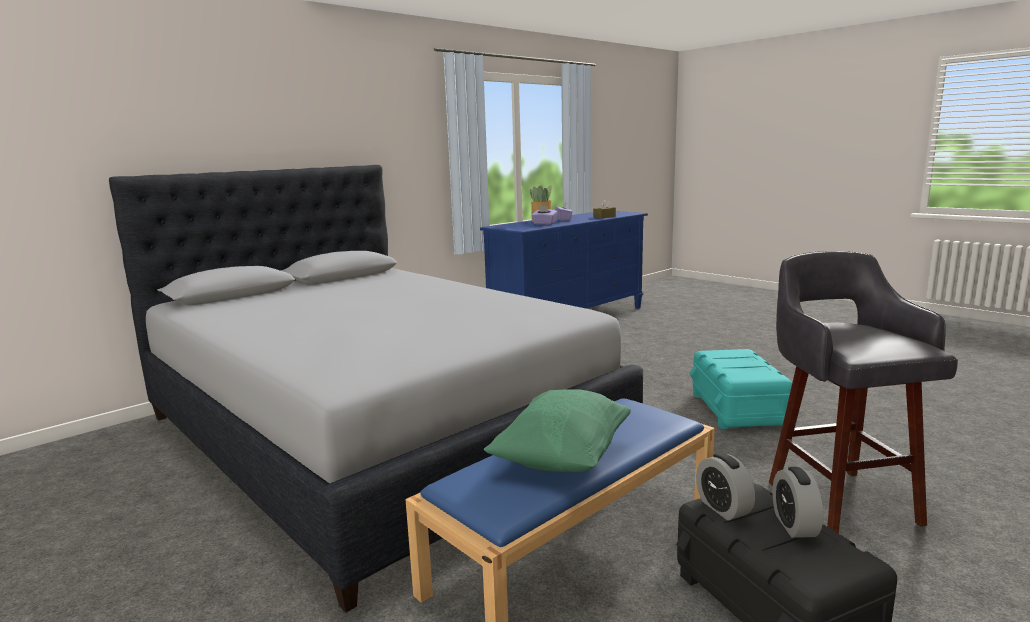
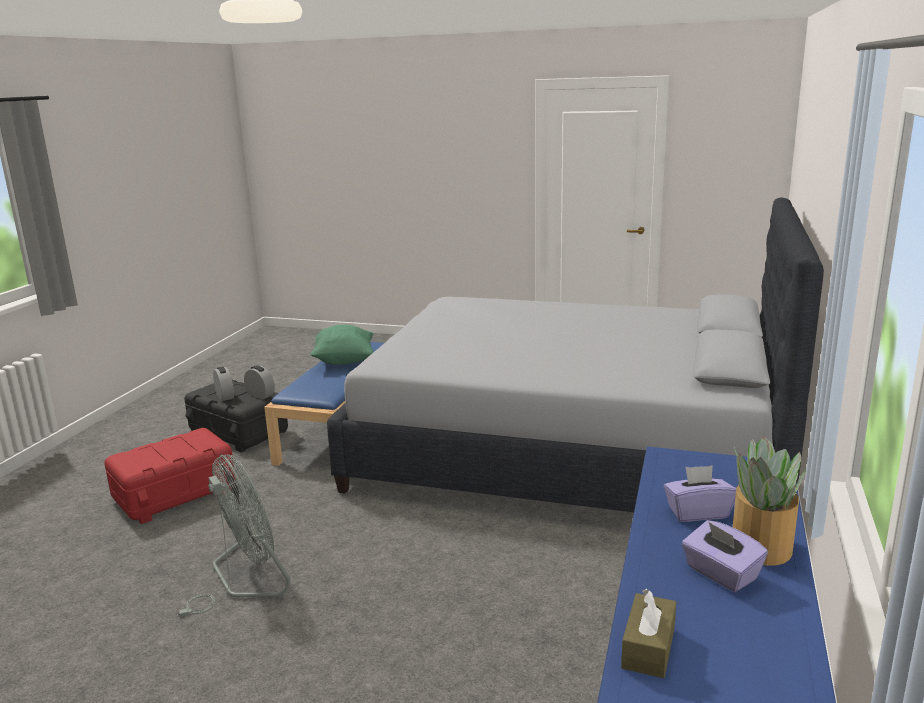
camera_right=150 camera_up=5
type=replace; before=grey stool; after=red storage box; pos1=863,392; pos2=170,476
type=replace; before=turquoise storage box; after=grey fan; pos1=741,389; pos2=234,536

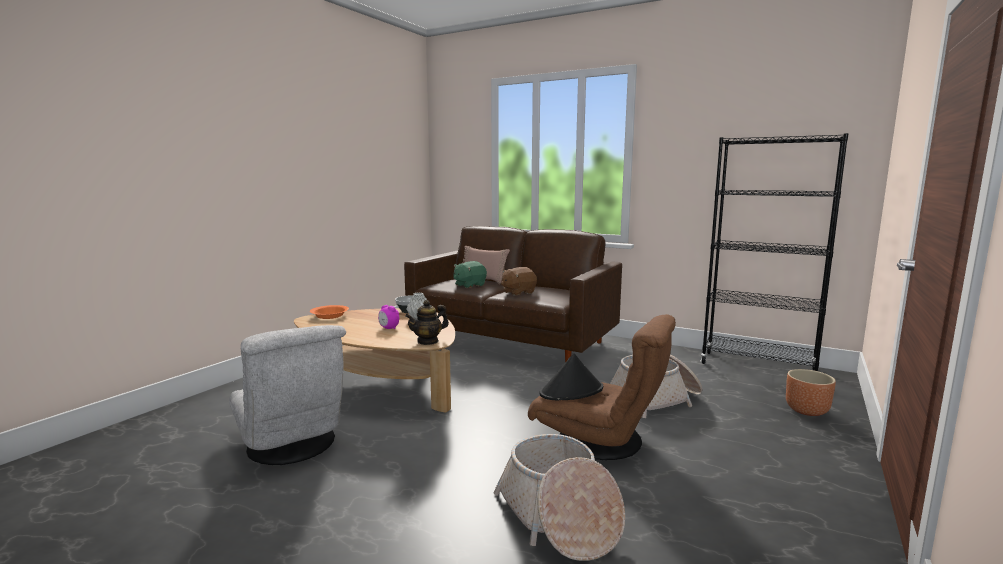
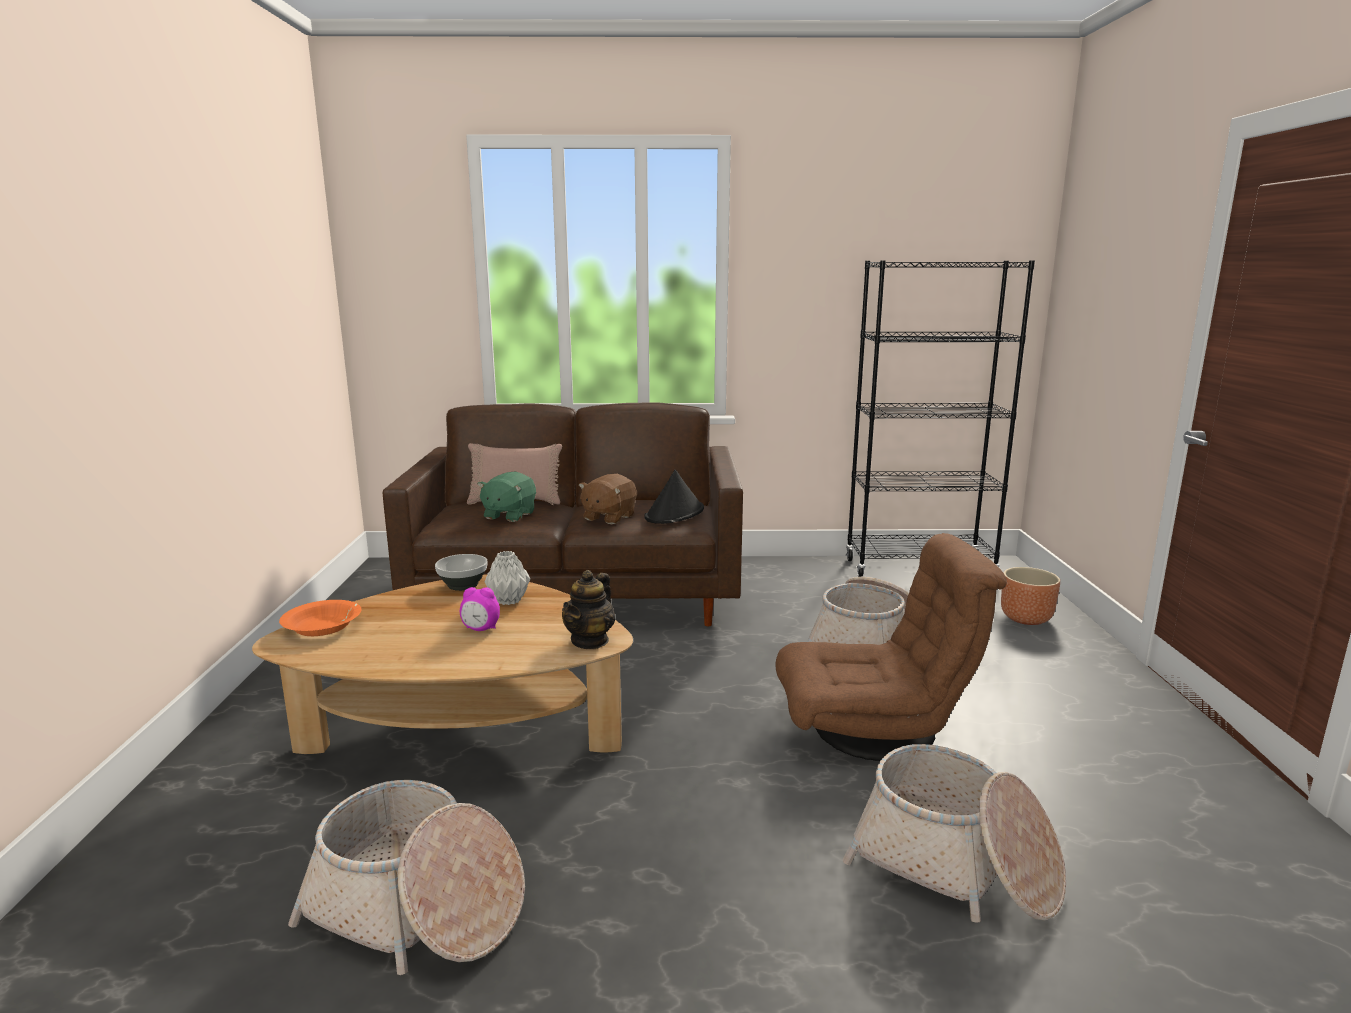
camera_right=-30 camera_up=5
type=replace; before=grey armchair; after=basket; pos1=287,395; pos2=406,877
type=move; before=black hat; pos1=571,376; pos2=674,497

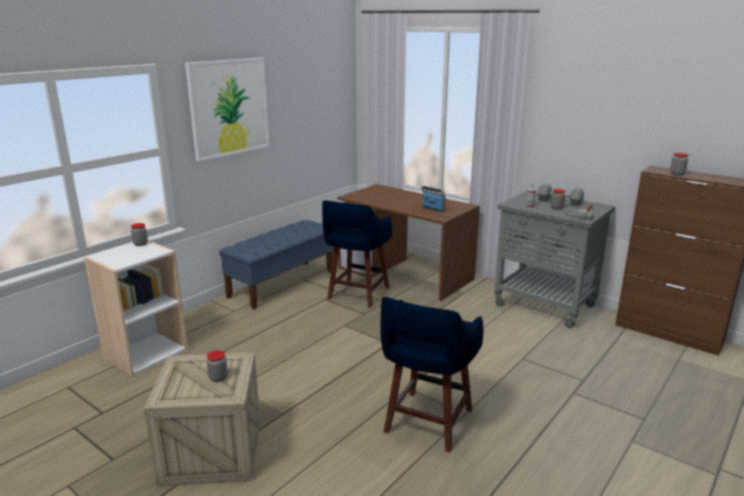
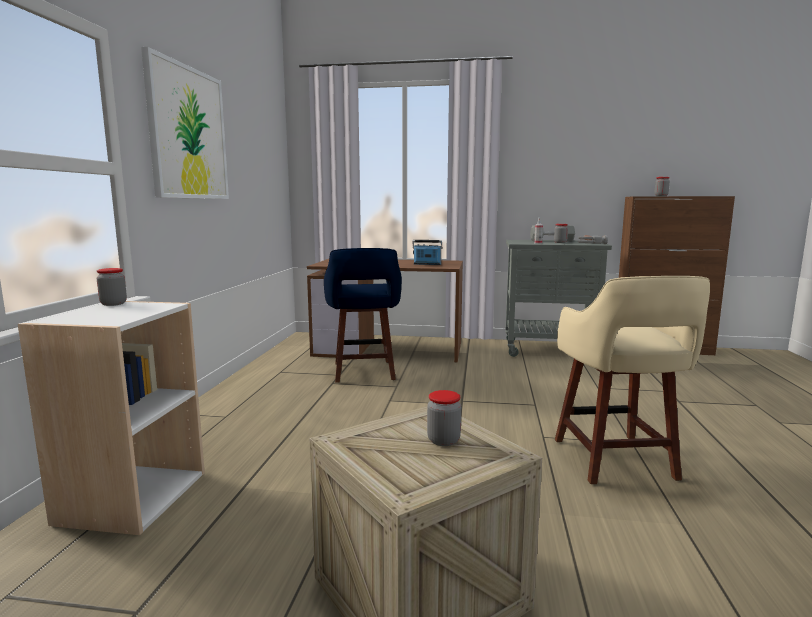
camera_right=-30 camera_up=-10
type=delete; before=blue bench; pos1=276,265
type=recolor; before=blue stool; after=beige stool; pos1=431,374; pos2=632,380

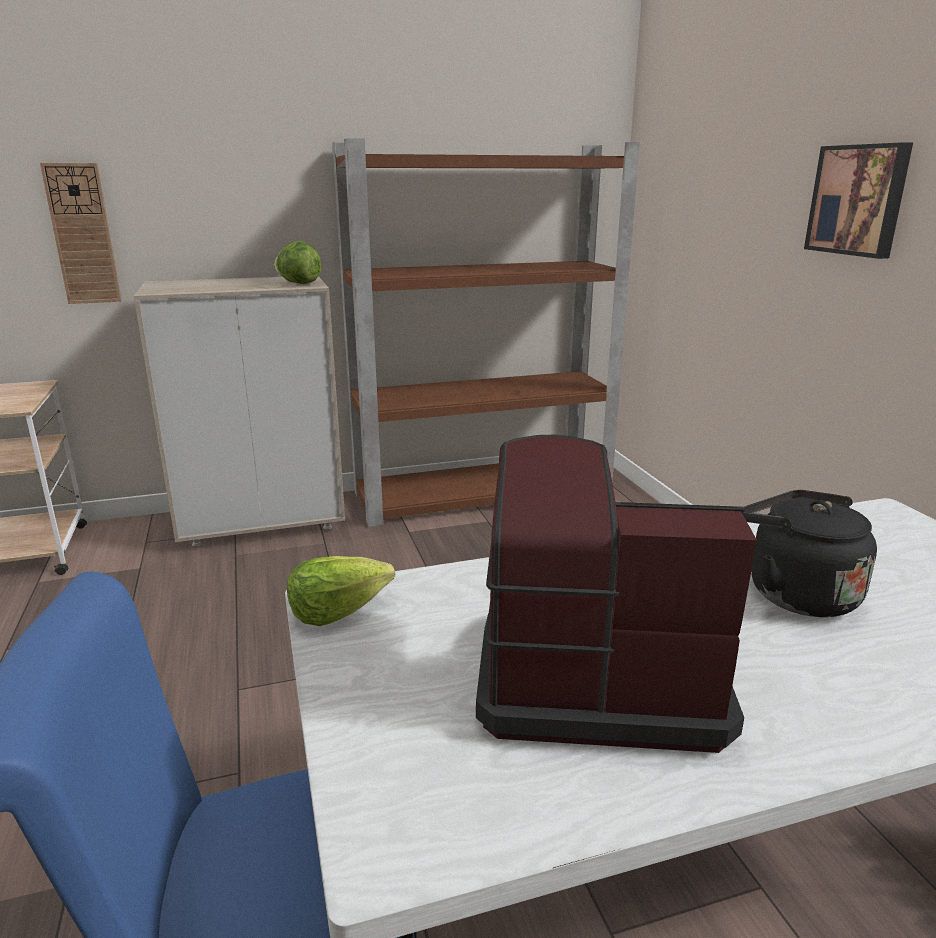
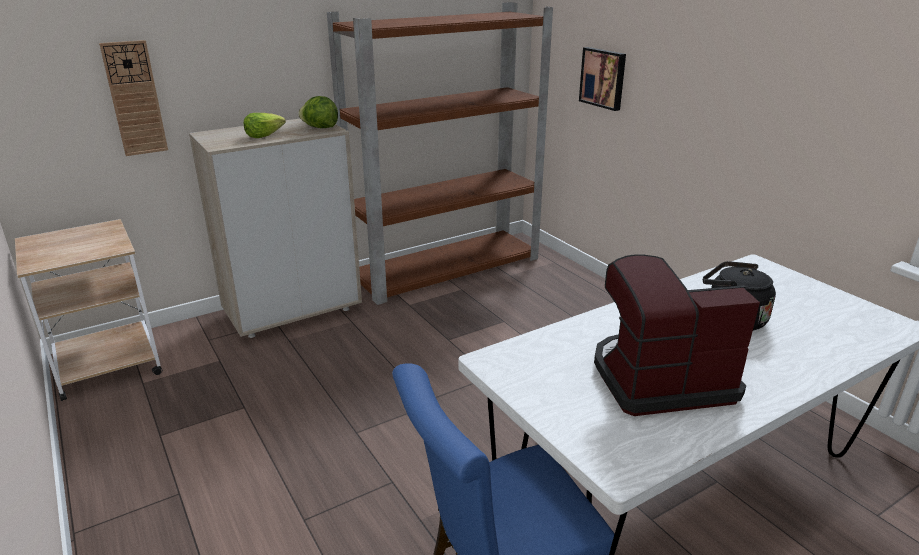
camera_right=-15 camera_up=5
type=move; before=picture; pos1=858,200; pos2=602,79
type=move; before=lettuce; pos1=341,591; pos2=265,125

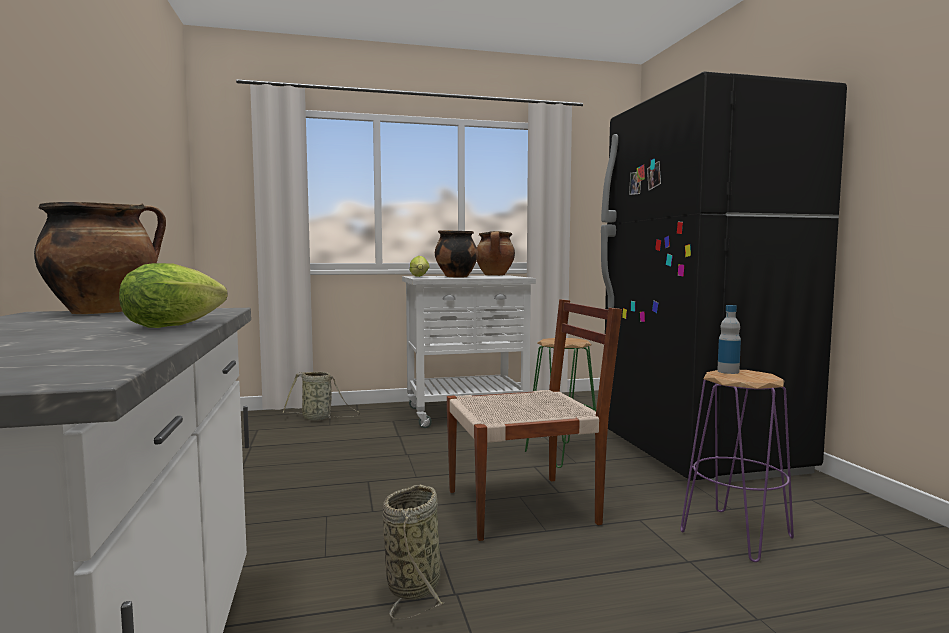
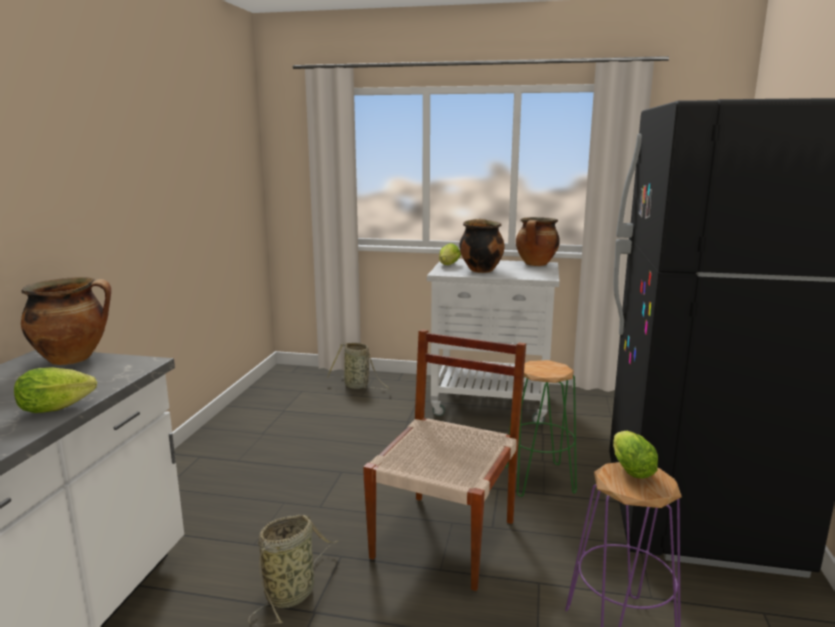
camera_right=25 camera_up=10
type=rotate; before=chair; pos1=534,420; pos2=444,460; turn=-75
type=replace; before=bottle; after=lettuce; pos1=729,339; pos2=635,455

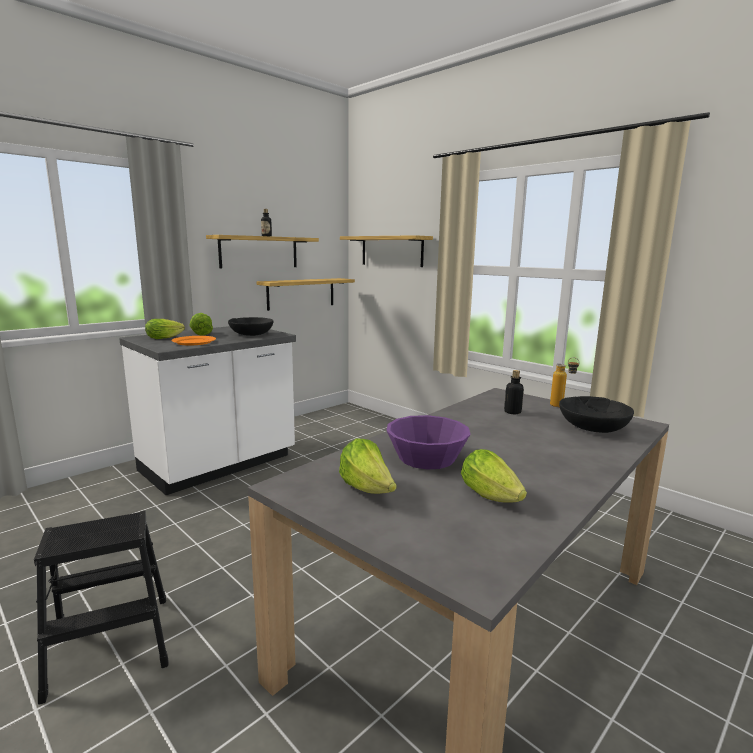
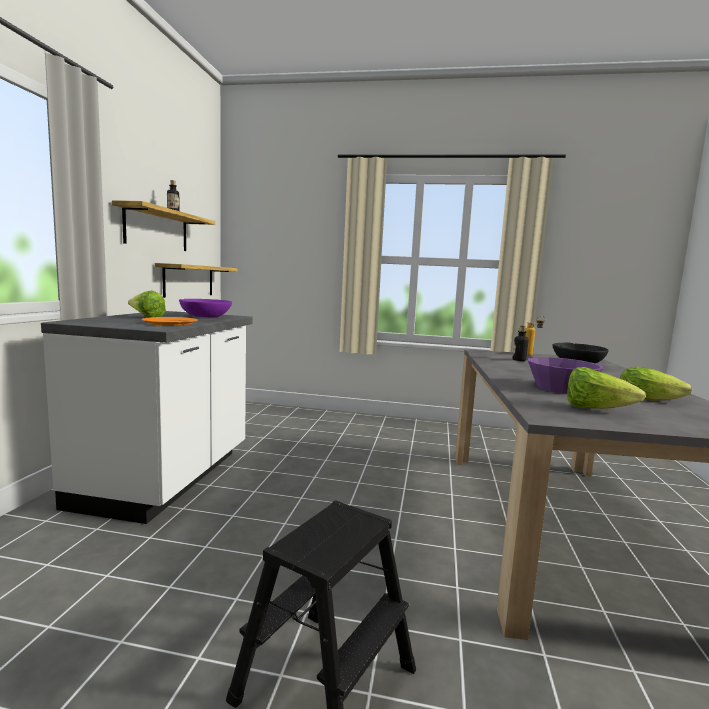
camera_right=-35 camera_up=-5
type=delete; before=shelf; pos1=386,251
type=recolor; before=black bowl; after=purple bowl; pos1=251,326; pos2=205,308
type=delete; before=lettuce; pos1=165,329

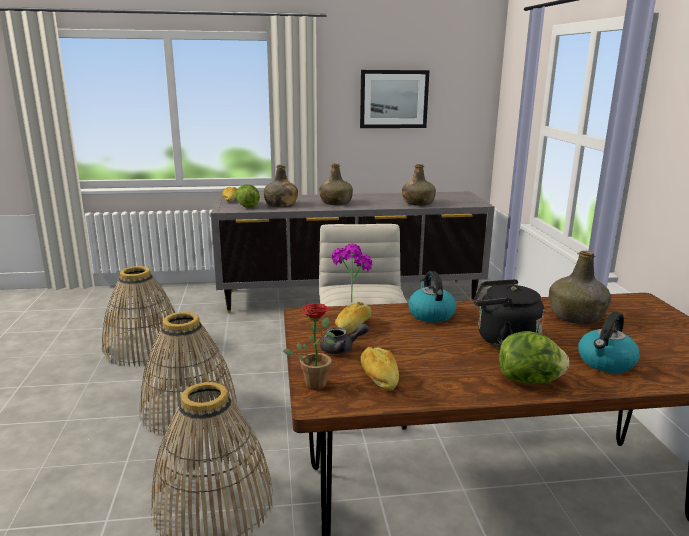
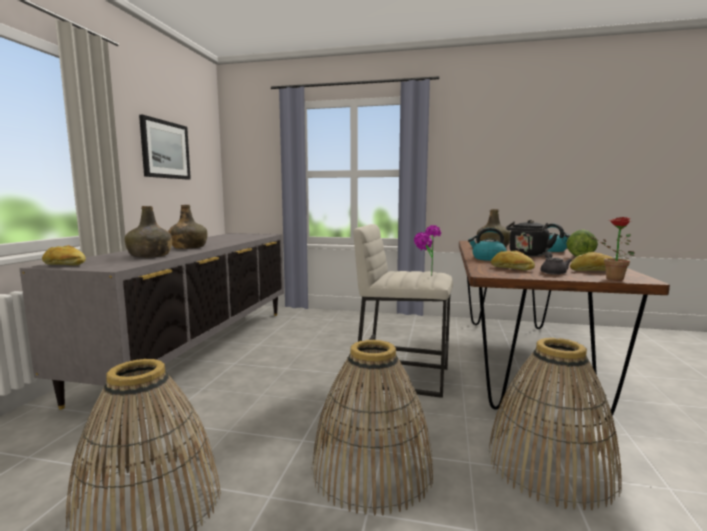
camera_right=-70 camera_up=-10
type=delete; before=green bottle; pos1=419,185
type=delete; before=lettuce; pos1=248,196

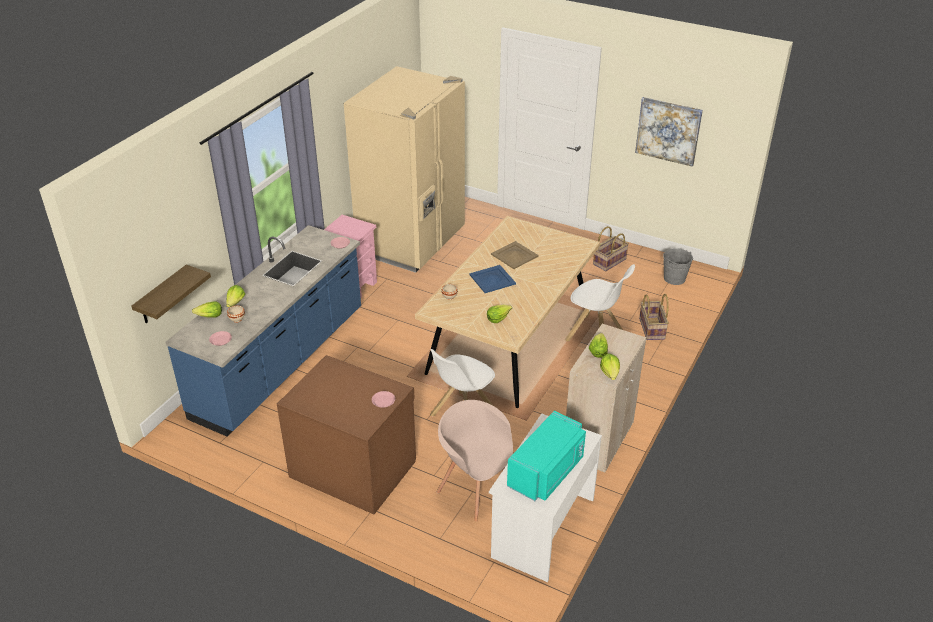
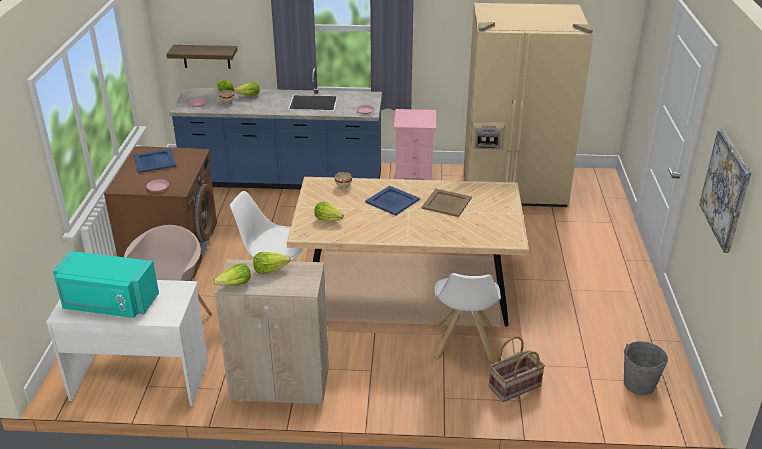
camera_right=65 camera_up=-5
type=delete; before=basket; pos1=611,248
type=insert; after=blue tray; pos2=155,161

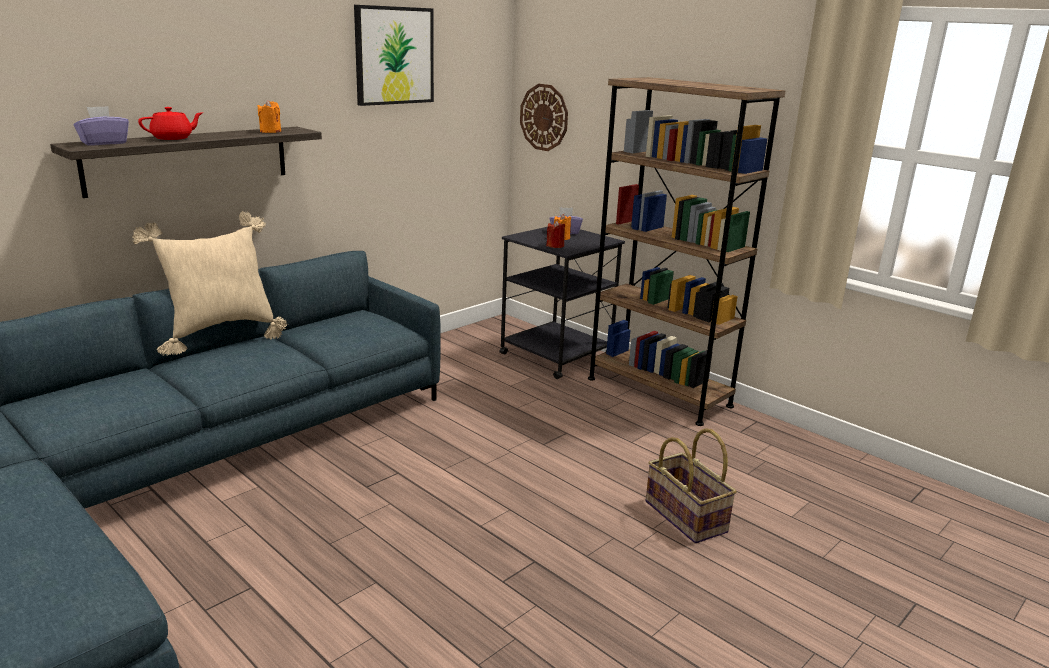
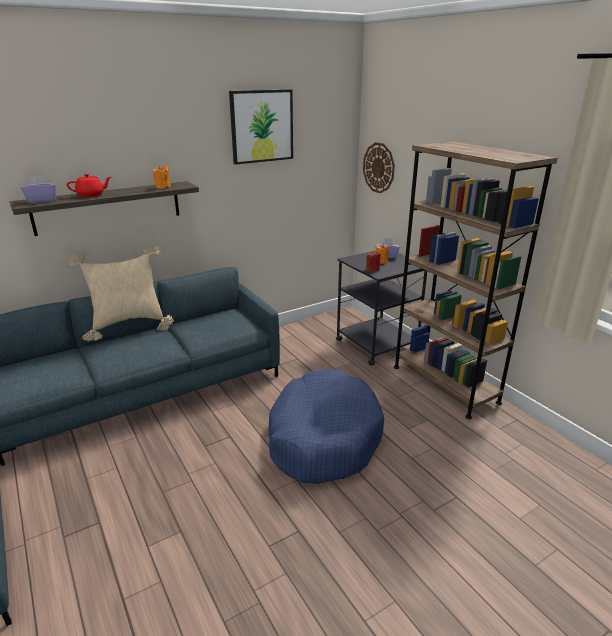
camera_right=15 camera_up=5
type=delete; before=basket; pos1=691,486
type=insert; after=blue dog bed; pos2=326,426

